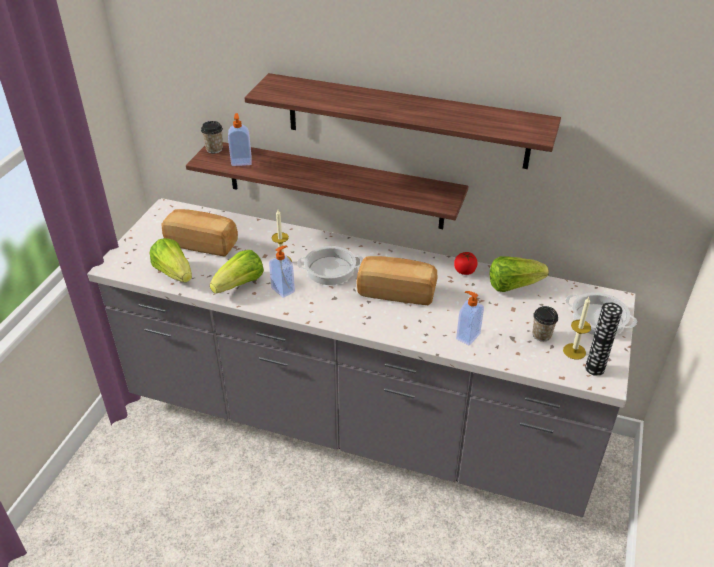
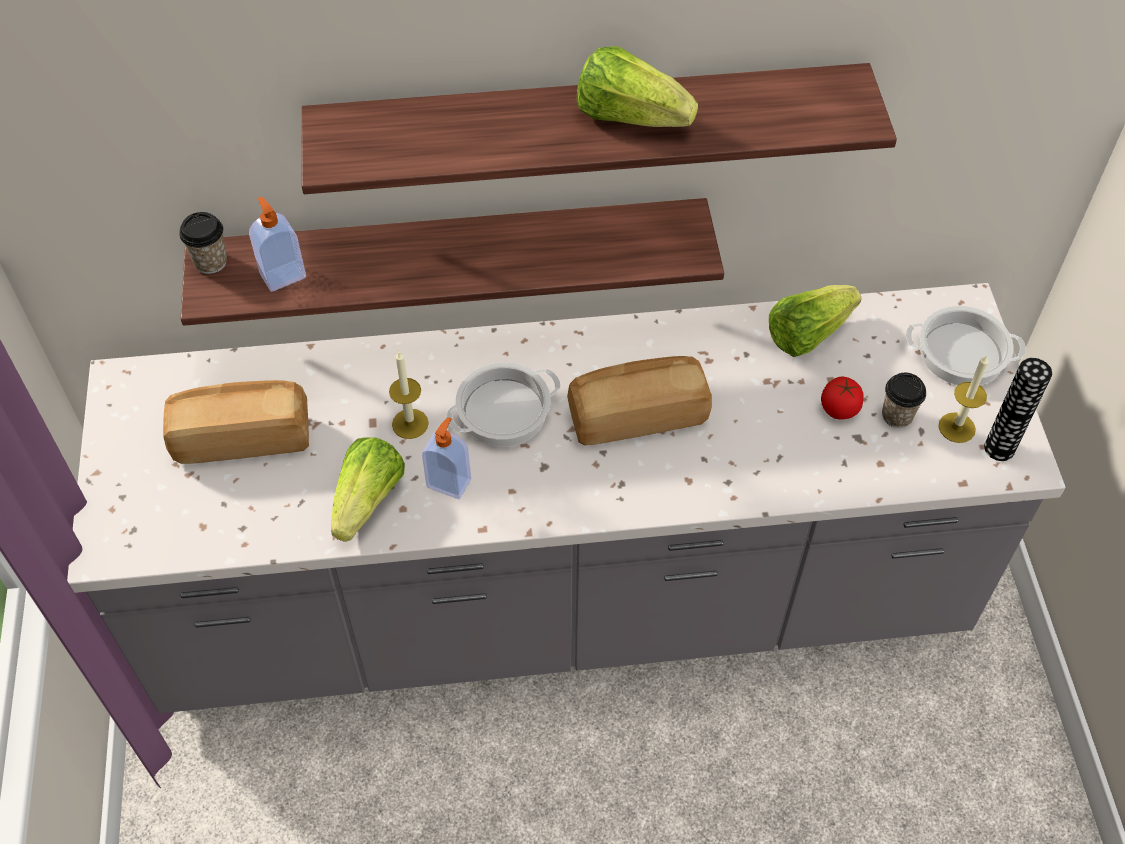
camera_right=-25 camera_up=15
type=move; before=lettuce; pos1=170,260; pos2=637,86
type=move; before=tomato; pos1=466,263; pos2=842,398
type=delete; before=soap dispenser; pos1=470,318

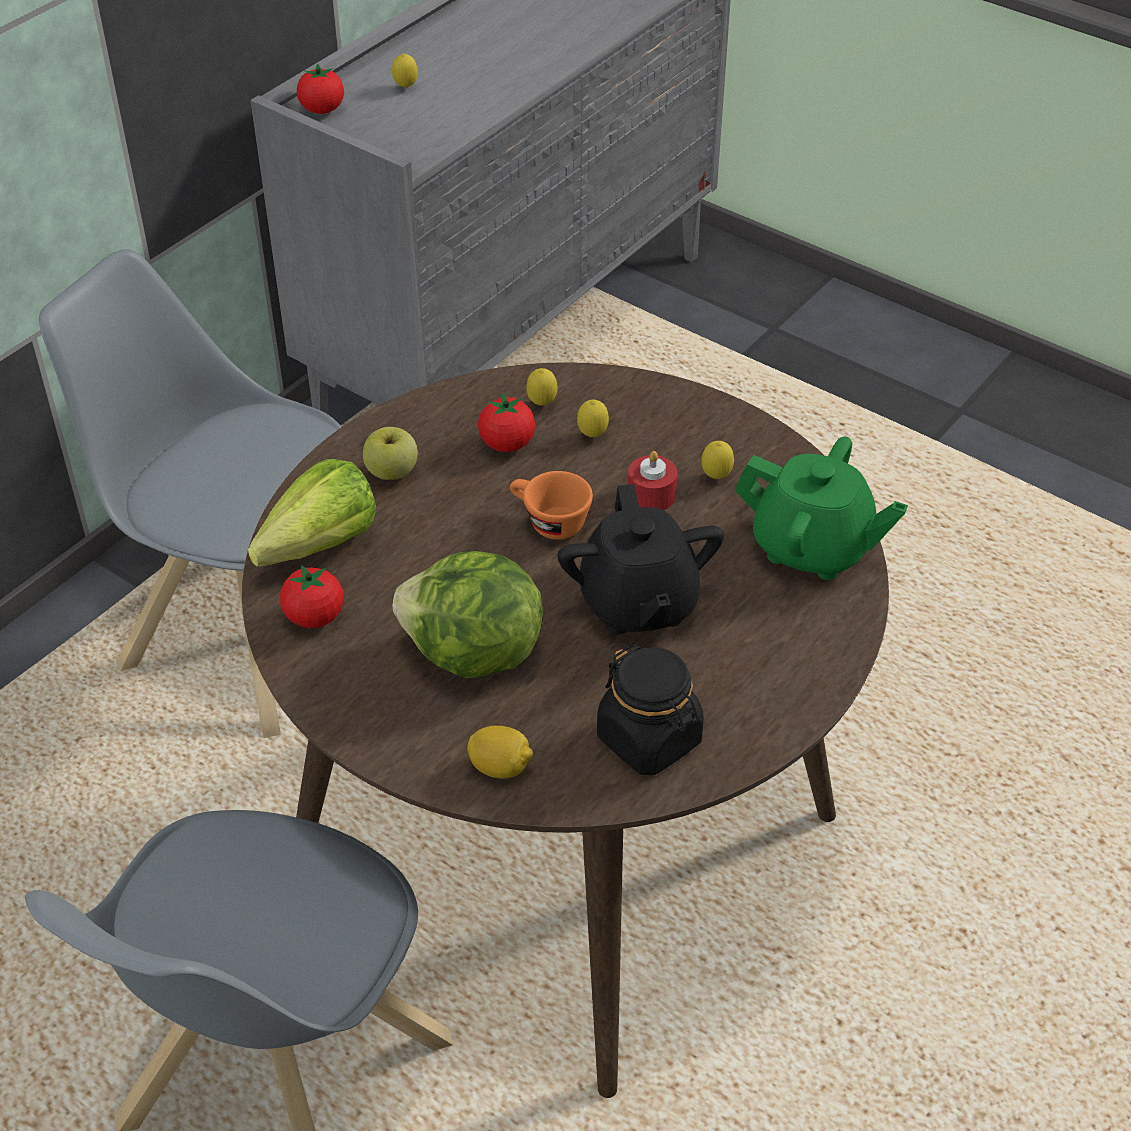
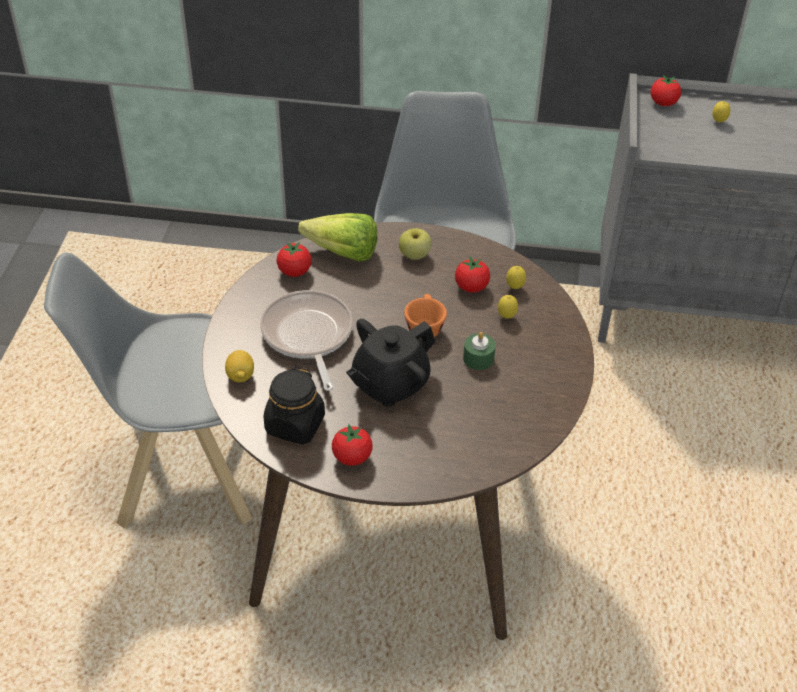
camera_right=60 camera_up=0
type=delete; before=green teapot; pos1=821,508
type=delete; before=lemon; pos1=718,460
type=recolor; before=red candle; after=green candle; pos1=652,480; pos2=479,351
type=replace; before=lettuce; after=frying pan; pos1=468,614; pos2=306,340
type=insert; after=tomato; pos2=352,445

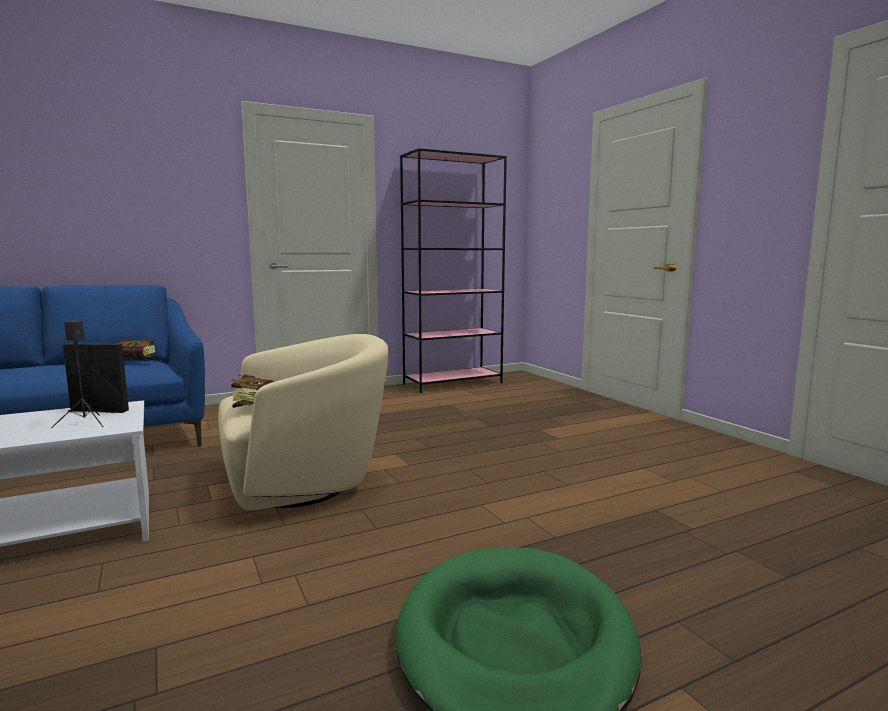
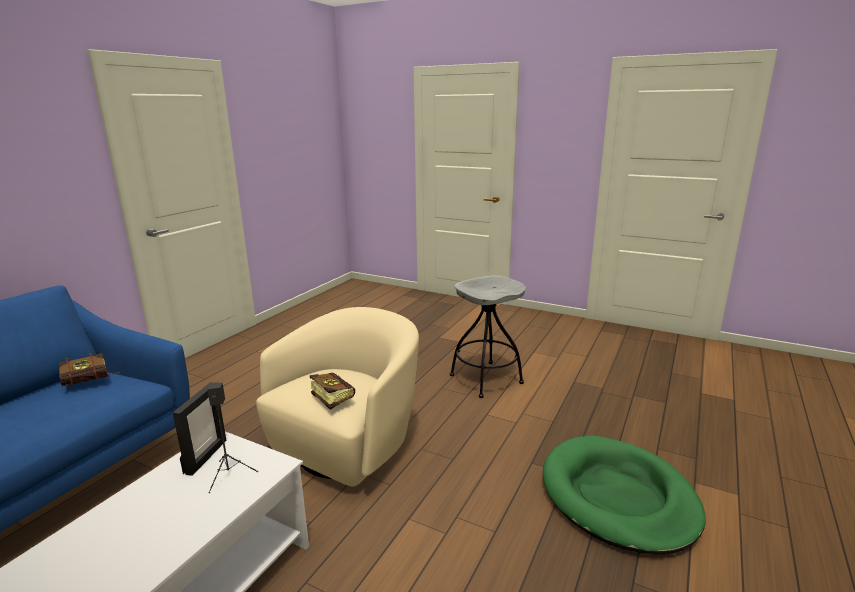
camera_right=-35 camera_up=10
type=delete; before=pink bookcase; pos1=453,270
type=rotate; before=picture frame; pos1=96,378; pos2=199,429; turn=135
type=insert; after=grey stool; pos2=488,336

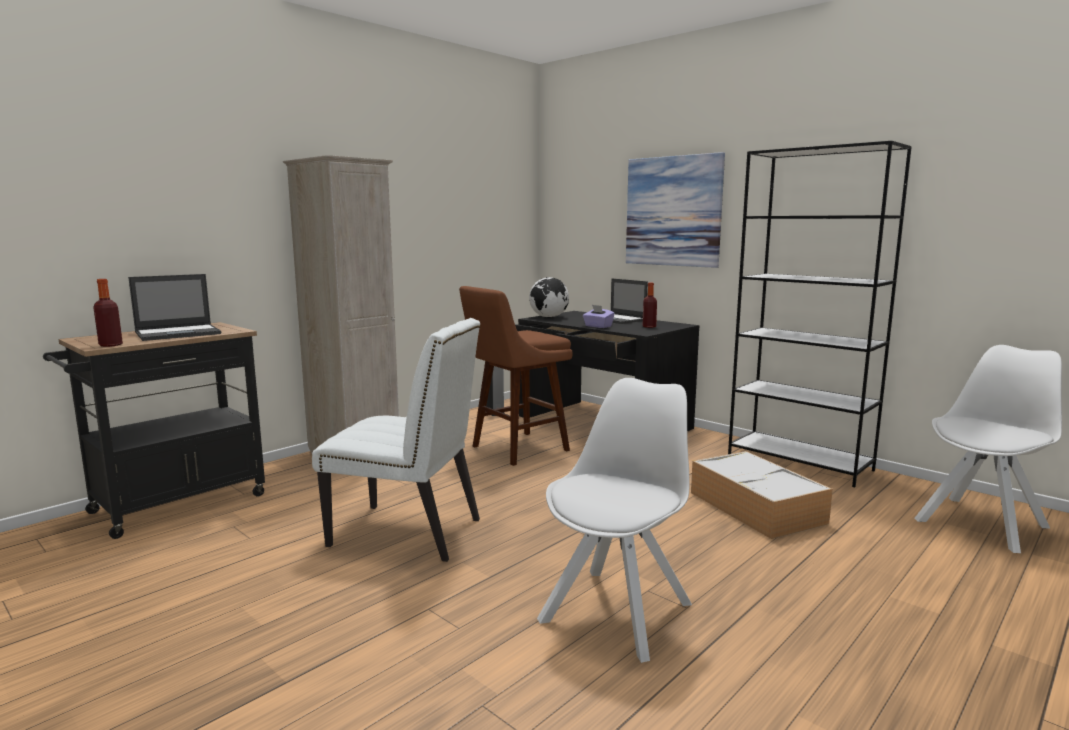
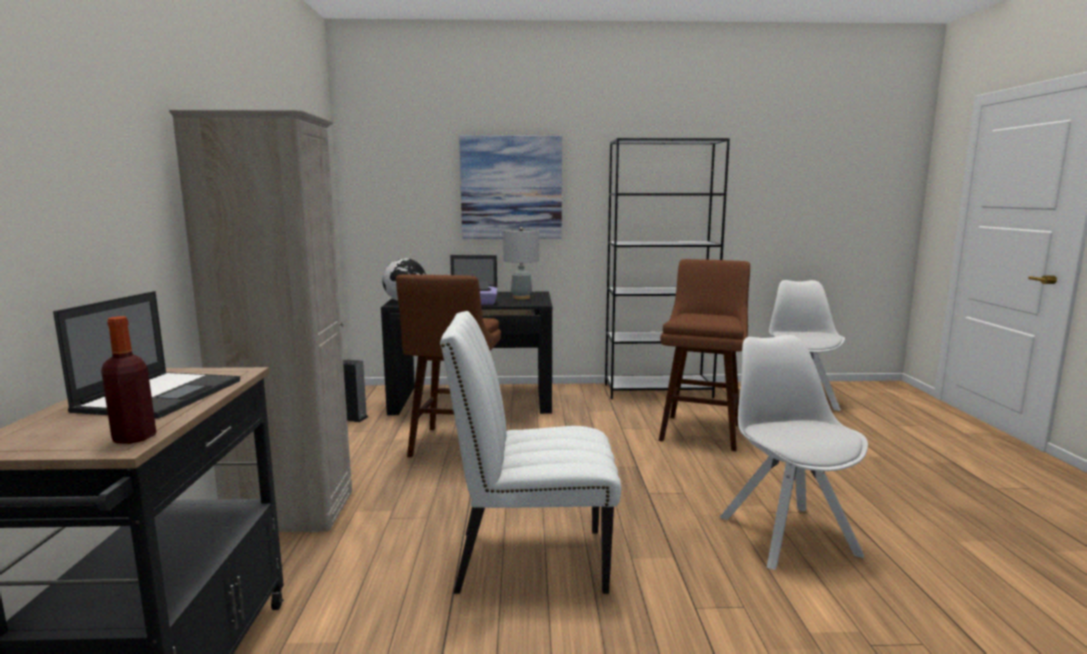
camera_right=-45 camera_up=0
type=replace; before=bottle; after=grey table lamp; pos1=650,305; pos2=521,263
type=rotate; before=white chair; pos1=396,440; pos2=530,452; turn=-150
type=replace; before=storage box; after=brown stool; pos1=762,495; pos2=704,355

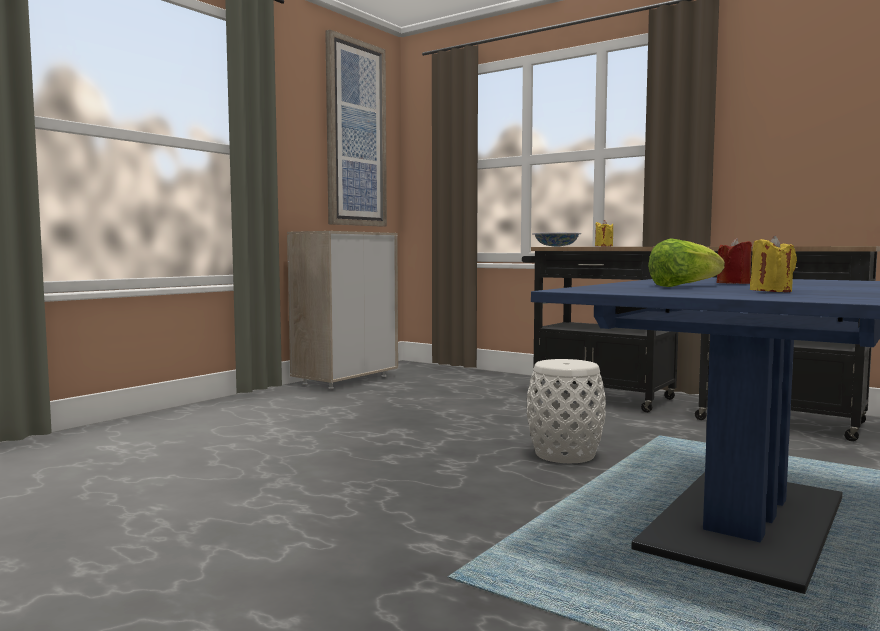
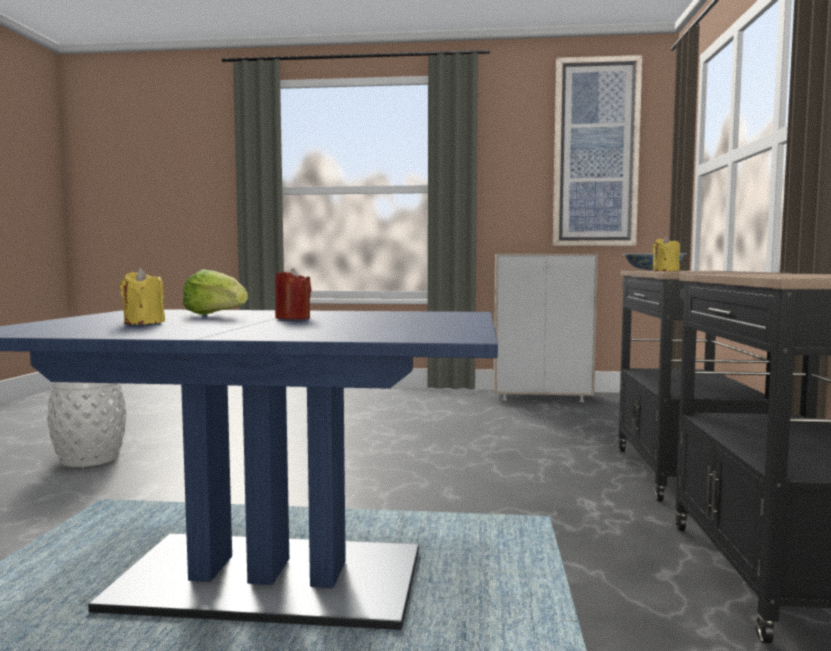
camera_right=60 camera_up=0
type=move; before=white stool; pos1=566,411; pos2=86,424

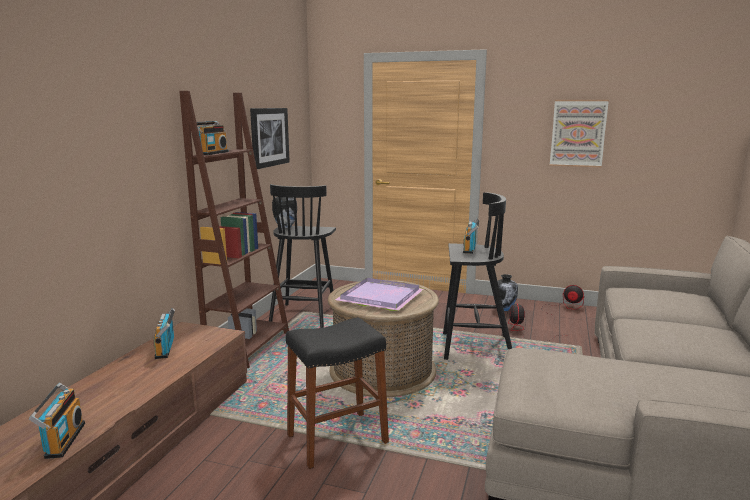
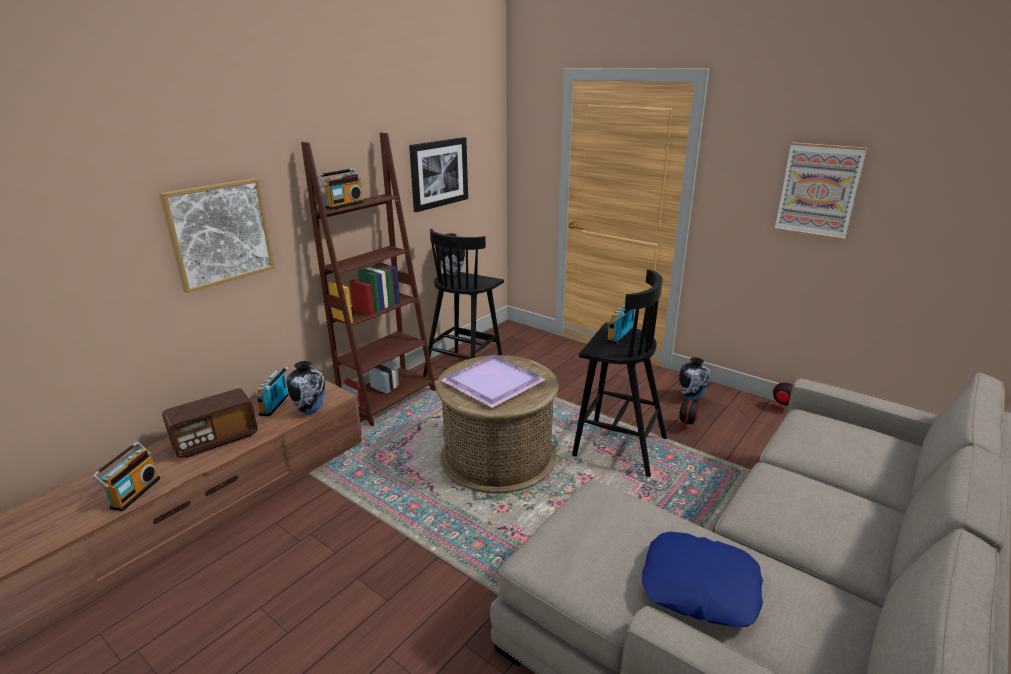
camera_right=20 camera_up=10
type=delete; before=black stool; pos1=337,393
type=insert; after=picture; pos2=217,235
type=insert; after=vase; pos2=306,387
type=insert; after=radio; pos2=210,423
type=insert; after=blue pillow; pos2=702,579

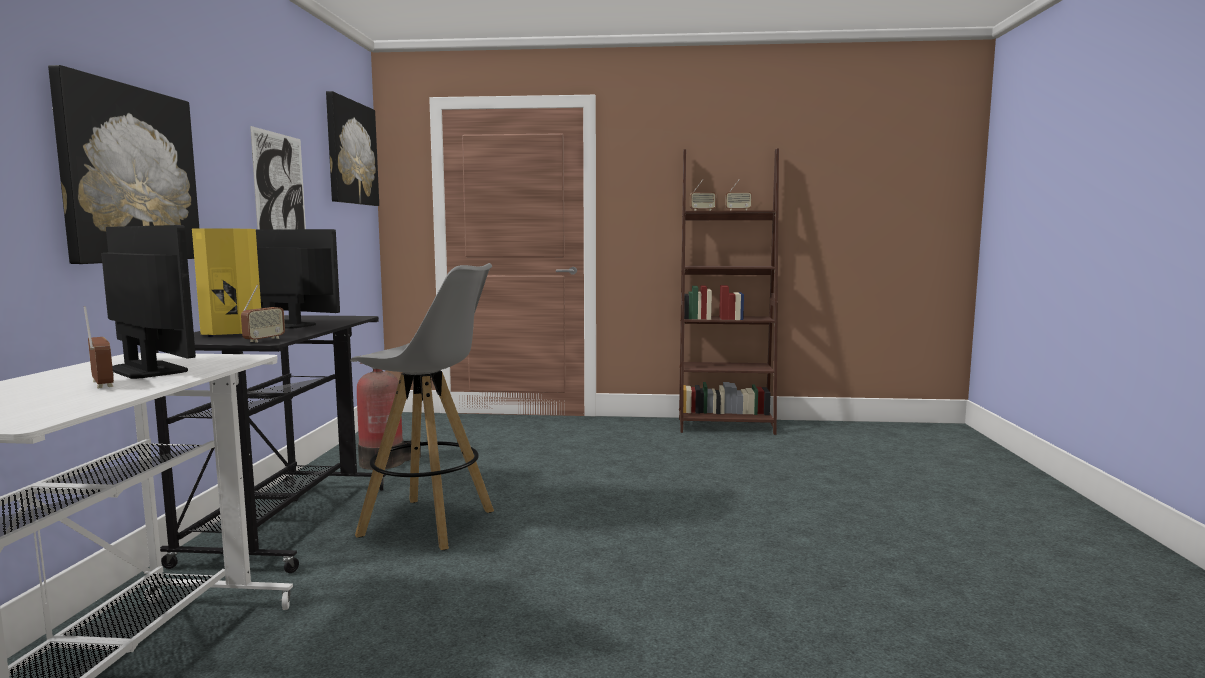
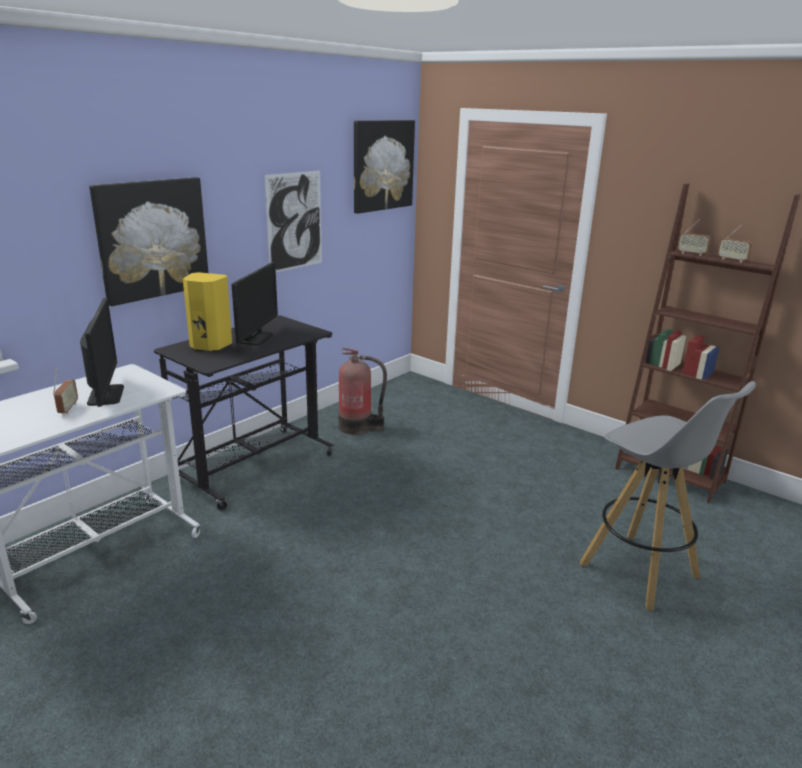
camera_right=35 camera_up=15
type=rotate; before=monitor; pos1=298,279; pos2=255,303; turn=45
type=move; before=grey stool; pos1=422,406; pos2=668,496
type=delete; before=radio; pos1=263,313

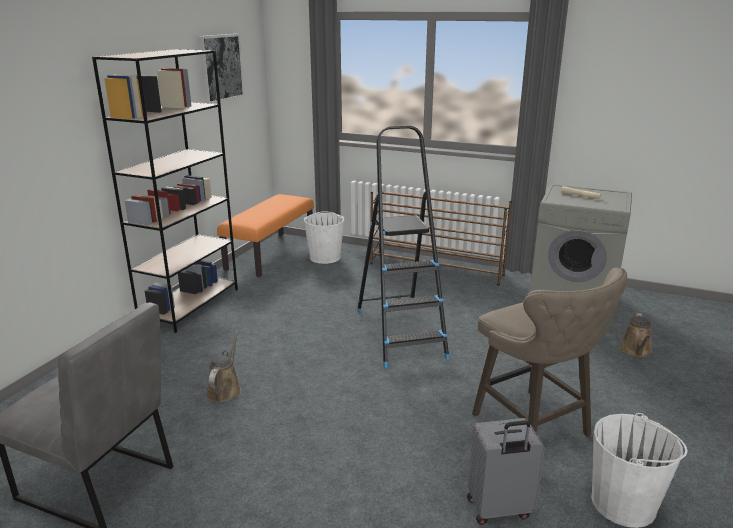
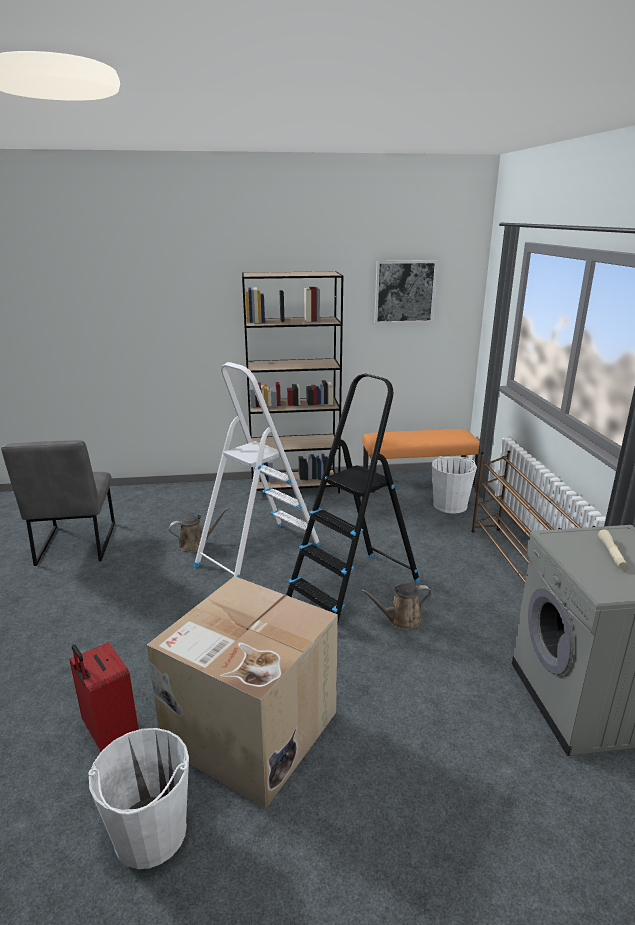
camera_right=60 camera_up=0
type=replace; before=beige stool; after=cardboard box; pos1=549,352; pos2=242,692
type=move; before=brown watering can; pos1=635,335; pos2=396,606
type=recolor; before=grey suitcase; after=red suitcase; pos1=506,471; pos2=104,697
type=insert; after=white step ladder; pos2=257,470

